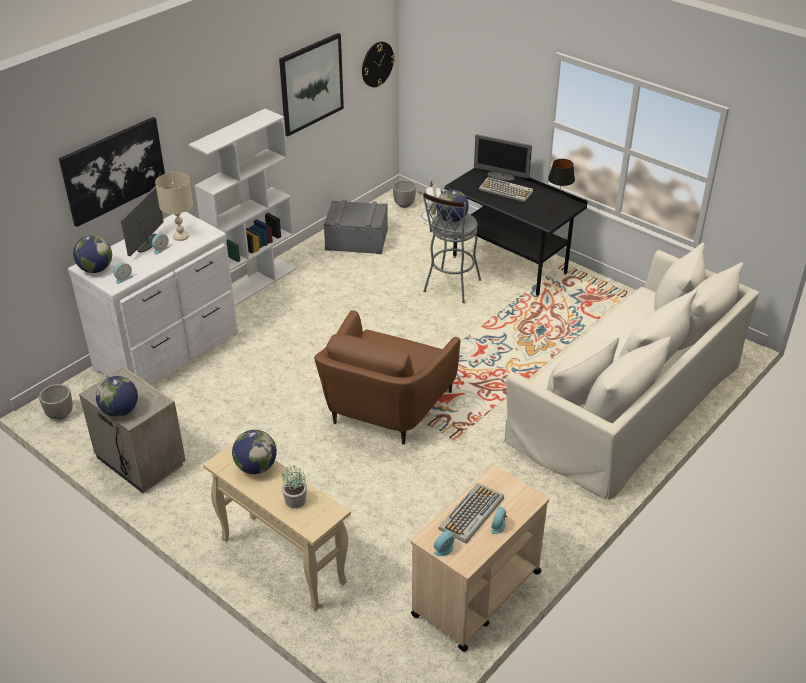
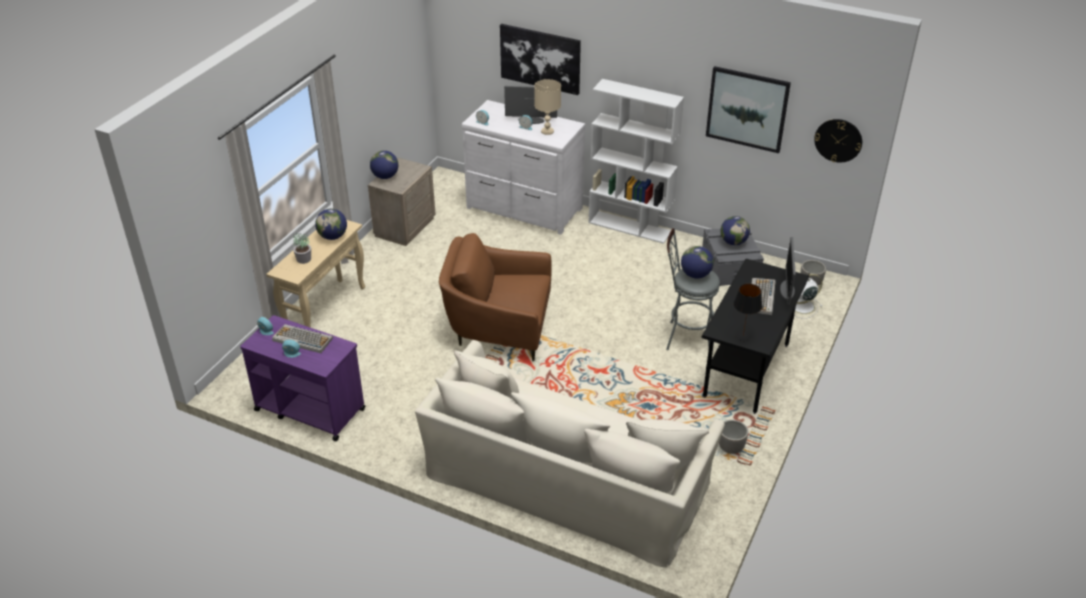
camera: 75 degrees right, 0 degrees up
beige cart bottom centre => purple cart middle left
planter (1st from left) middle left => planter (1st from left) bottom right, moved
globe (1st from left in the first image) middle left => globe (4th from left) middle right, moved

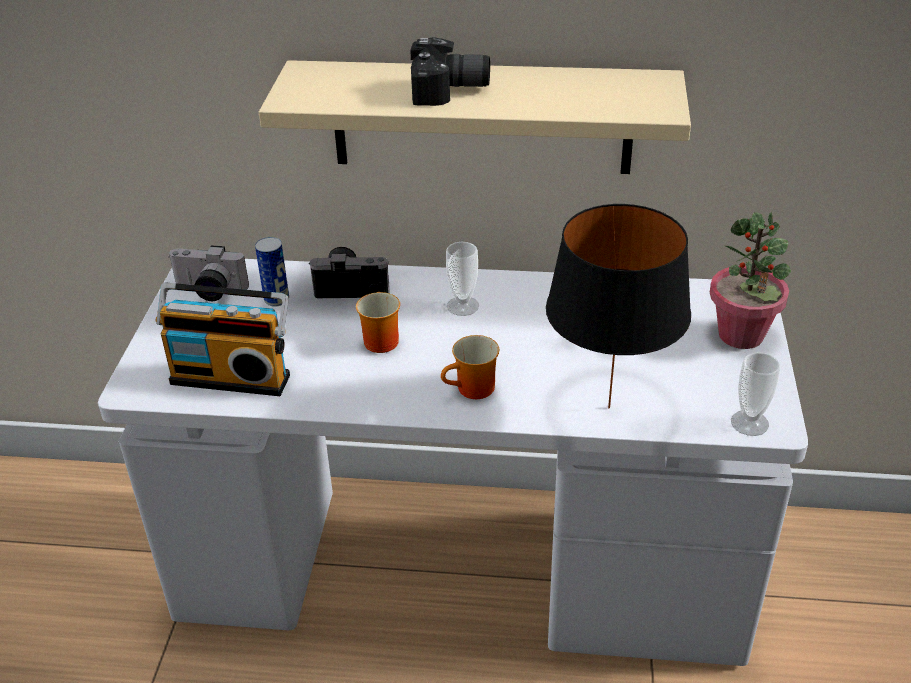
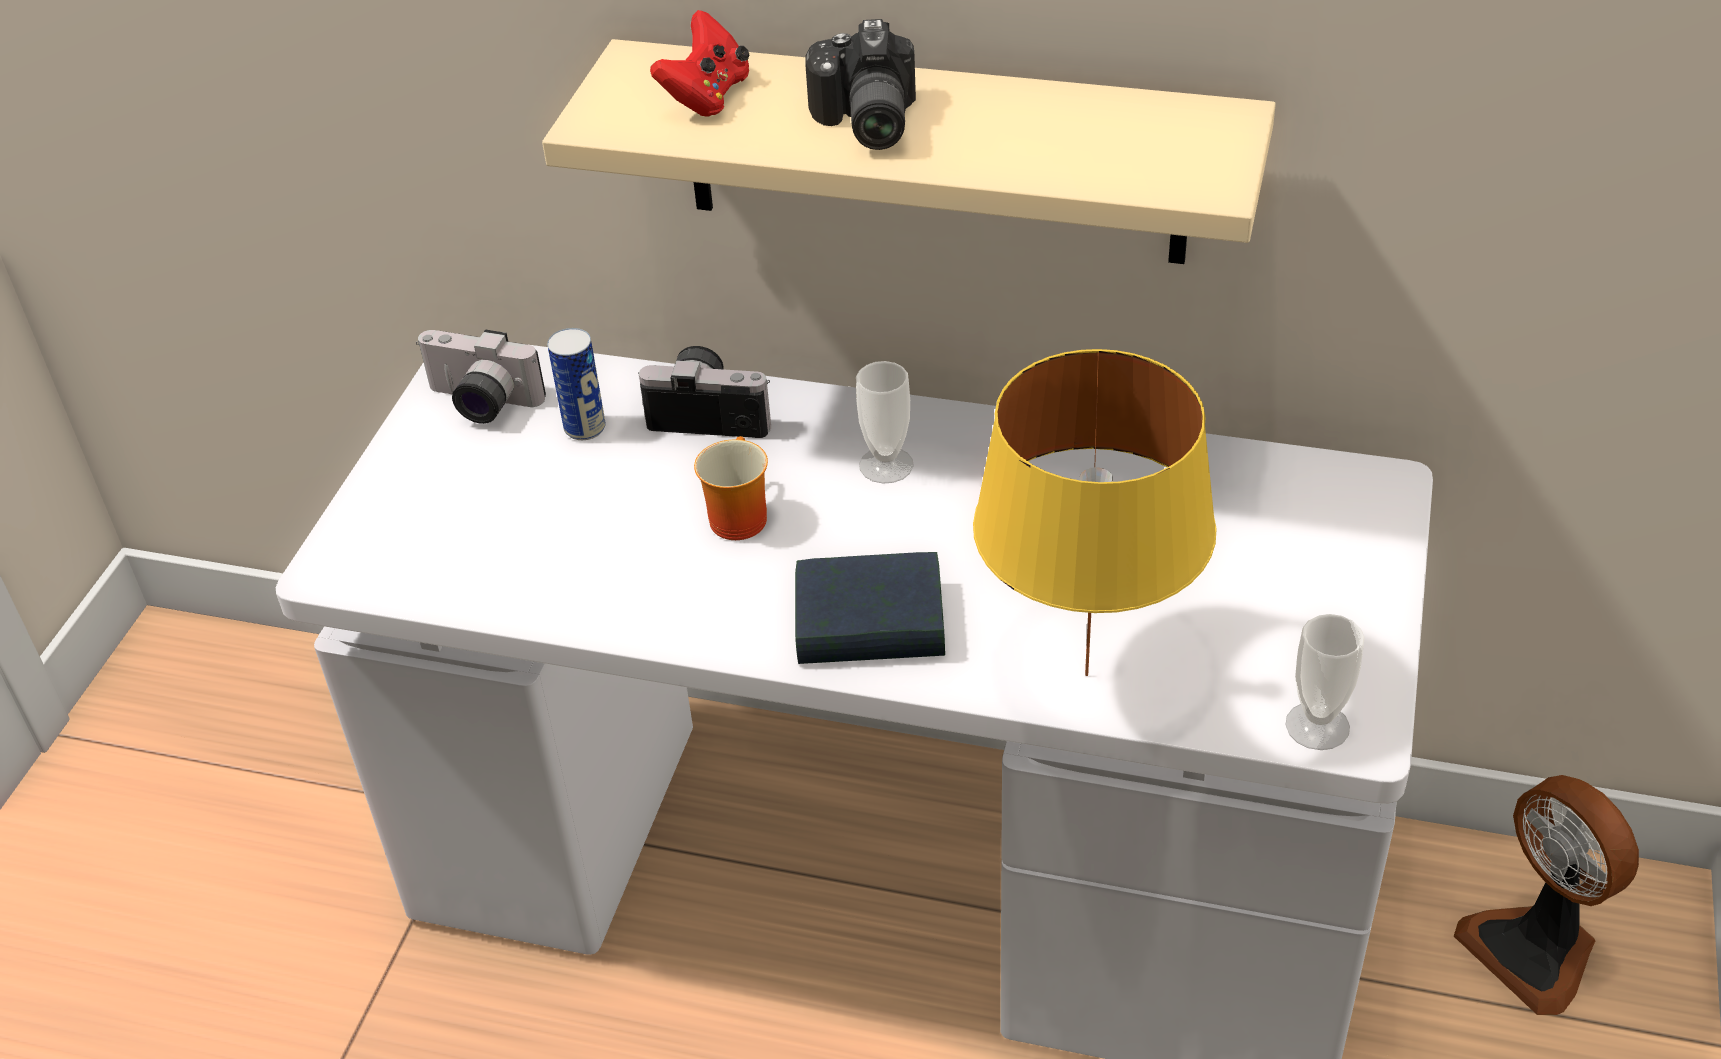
camera: 10 degrees right, 5 degrees up
nothing => red game controller top centre
mug (2nd from left) centre => book centre
photo camera (3rd from left) top centre, 75 degrees clockwise
black table lamp middle right => yellow table lamp centre
nothing => fan bottom right
radio middle left => nothing
potted plant middle right => nothing

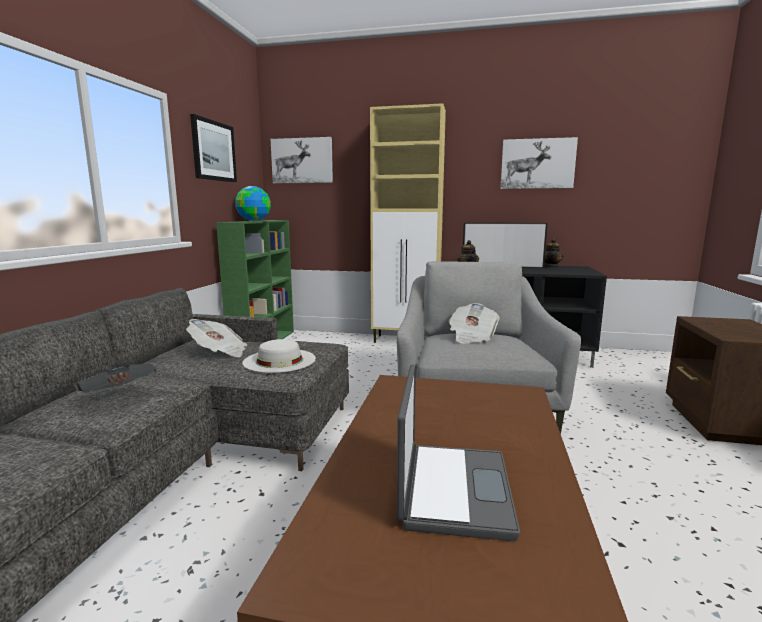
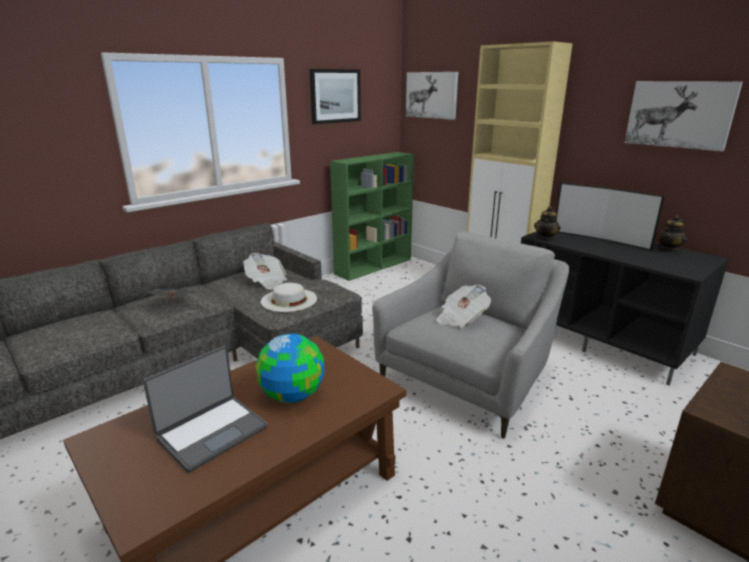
camera: 35 degrees right, 10 degrees up
globe top left => globe centre, moved

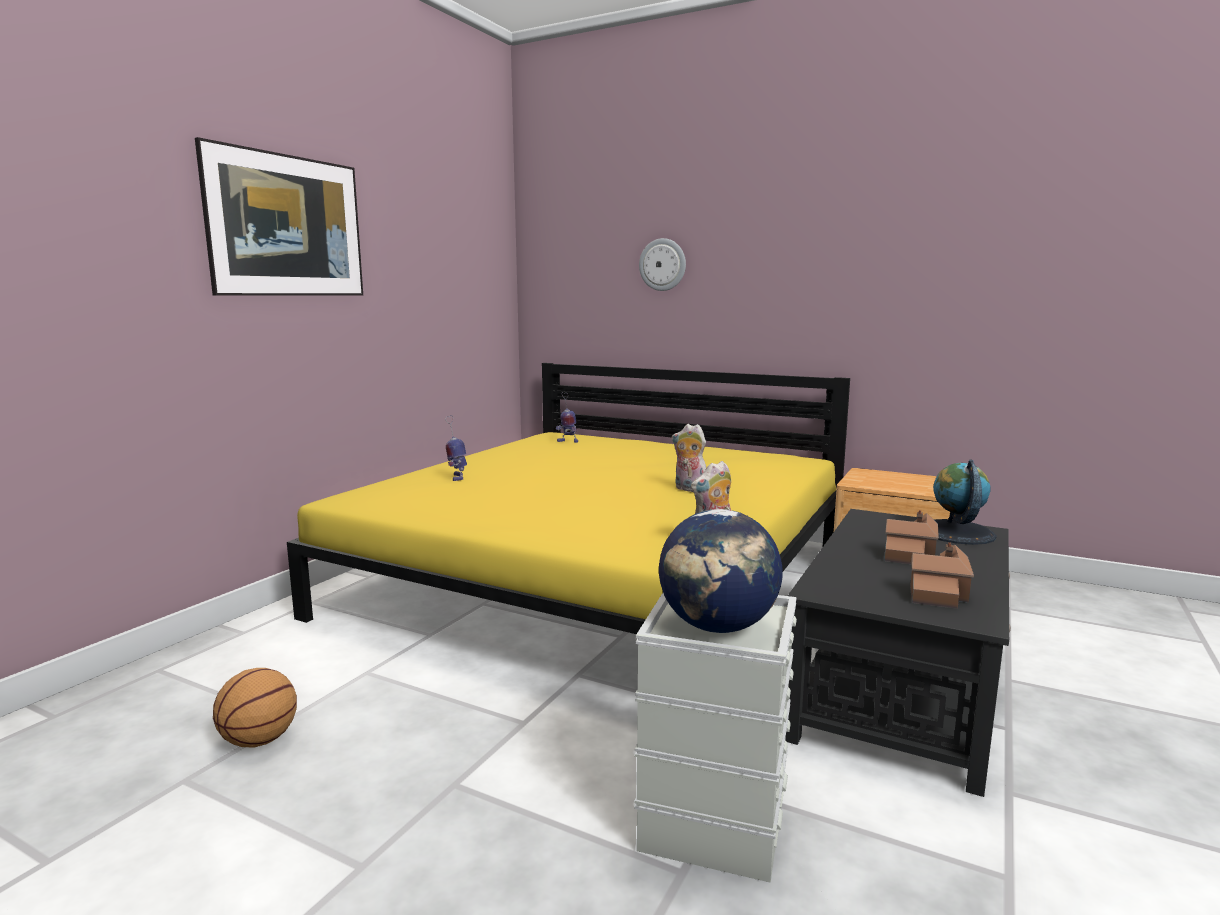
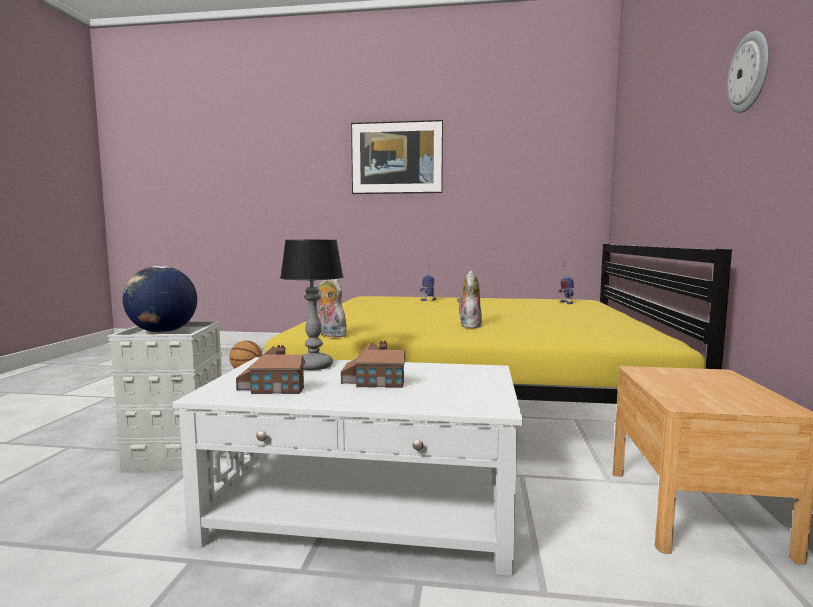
camera: 70 degrees right, 5 degrees down
black coffee table bottom right => white coffee table bottom centre
nothing => table lamp centre
wall clock top centre => wall clock top right, moved
globe (2nd from left) middle right => nothing

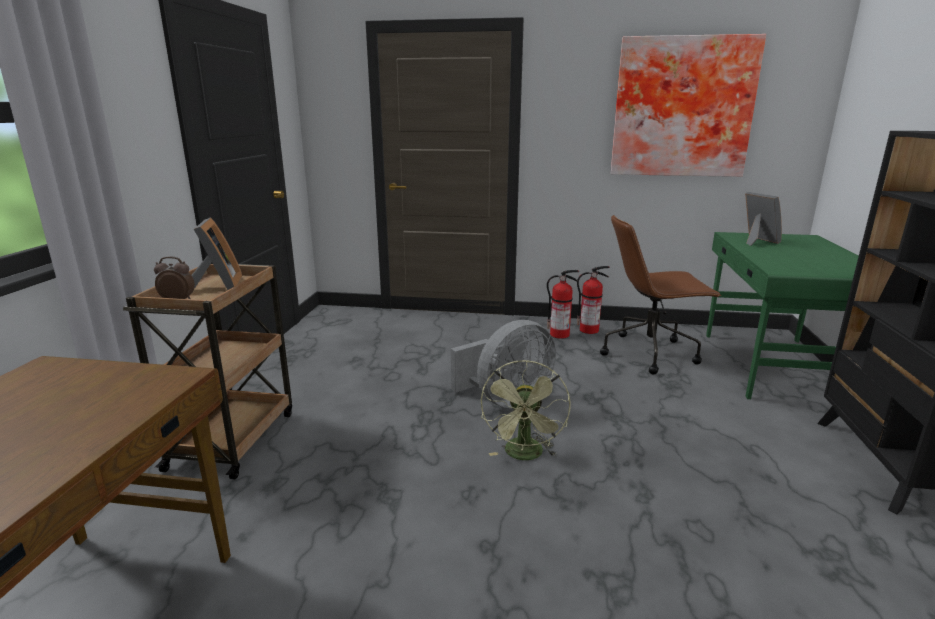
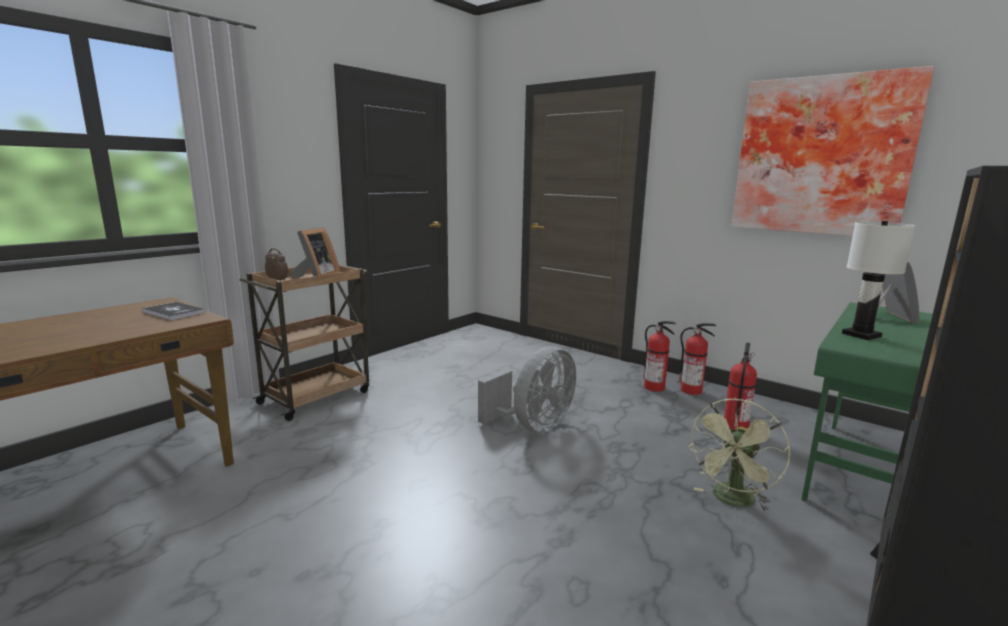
camera: 30 degrees right, 5 degrees down
nothing => book middle left
grey fan centre, 45 degrees counterclockwise
green fan centre => green fan bottom right, moved
brown office chair middle right => fire extinguisher (3rd from left) middle right
nothing => white table lamp middle right

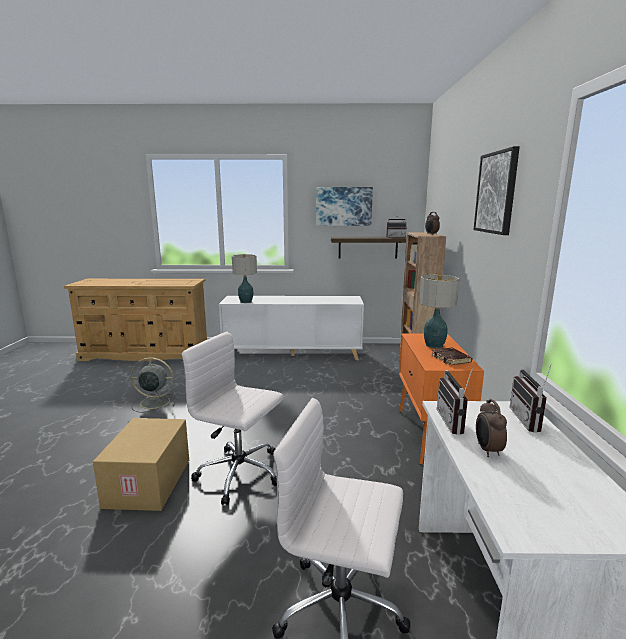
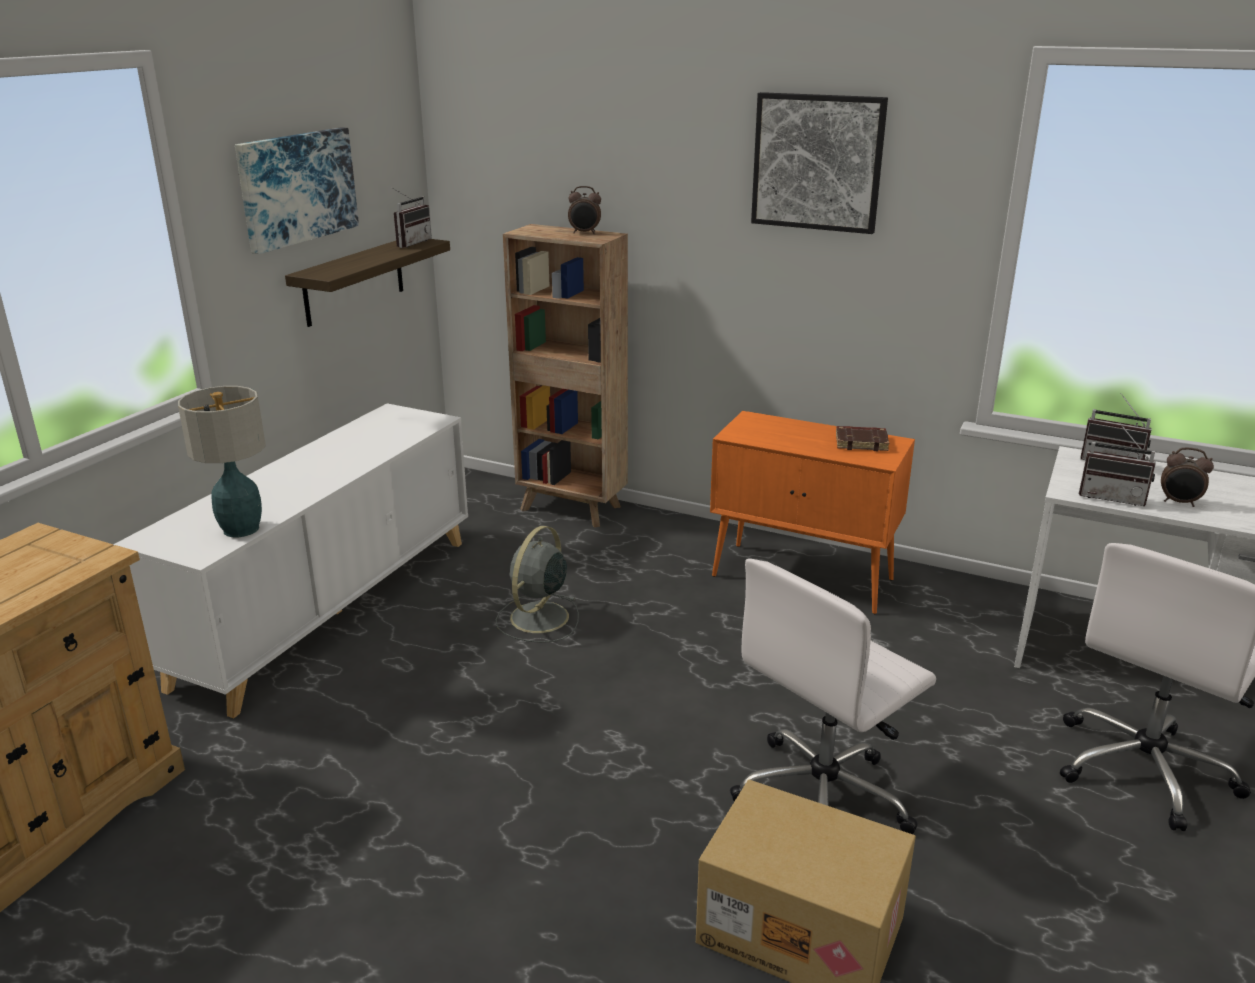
camera: 65 degrees left, 10 degrees up
grey fan middle left => grey fan centre, moved
table lamp (2nd from left) middle right => nothing

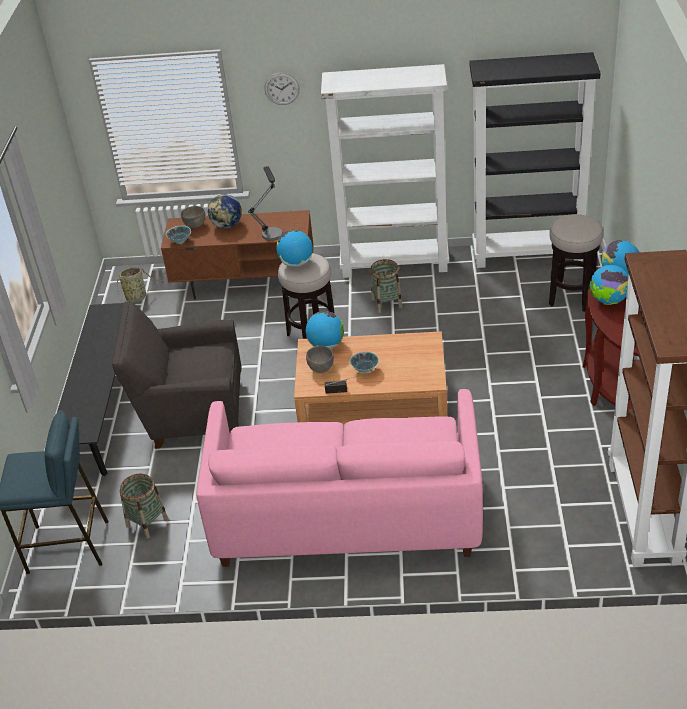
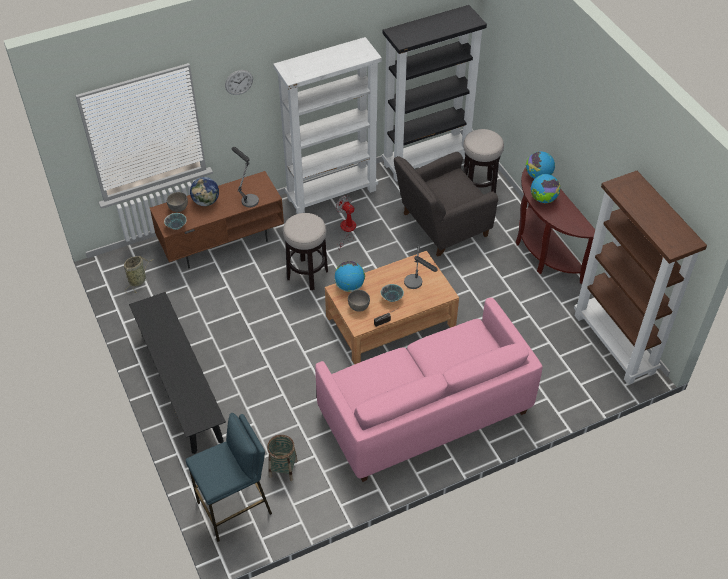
camera: 30 degrees left, 10 degrees up
basket (3rd from left) centre => fan centre
grey armchair middle left => grey armchair centre, moved
nothing => table lamp (2nd from left) centre
globe (2nd from left) centre => nothing

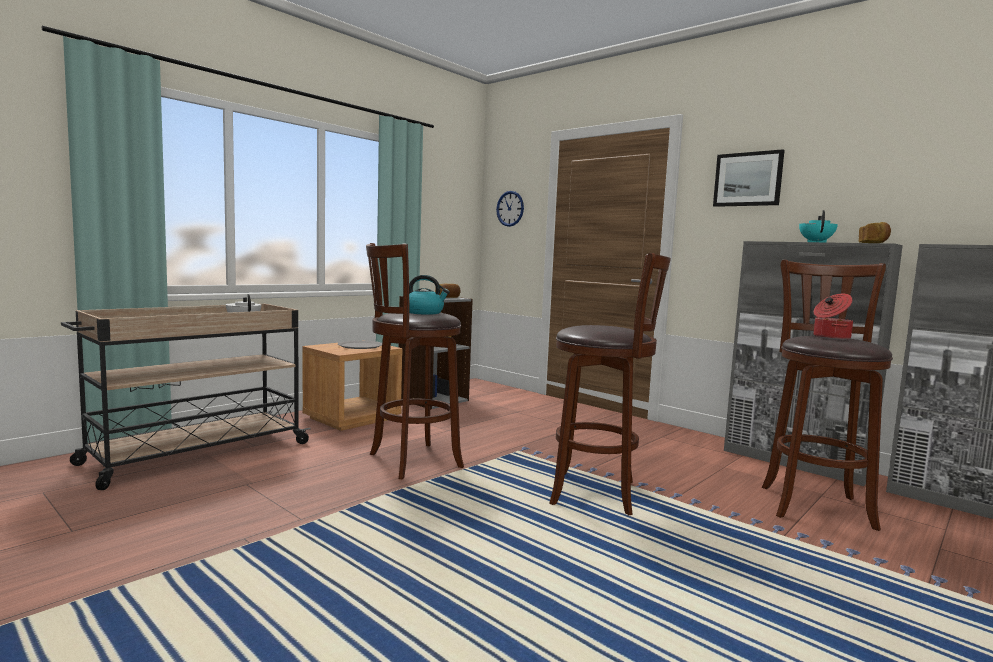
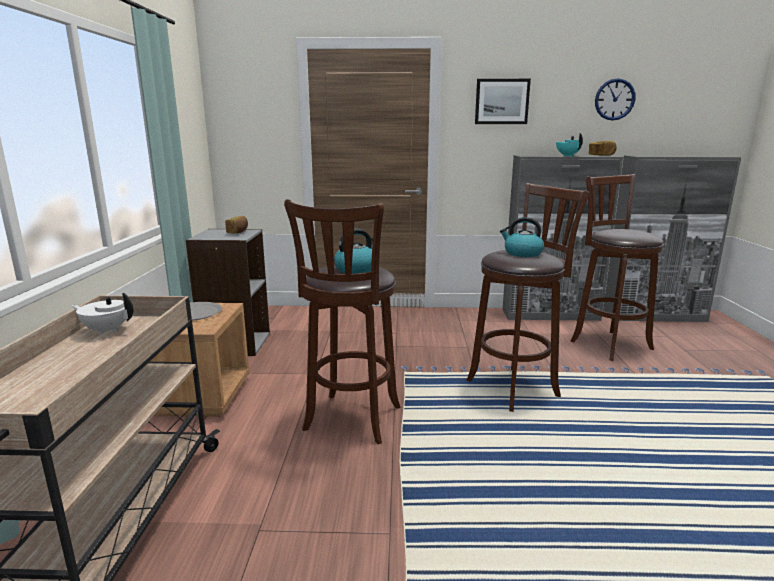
camera: 40 degrees left, 10 degrees up
nothing => kettle (2nd from left) middle right
wall clock top centre => wall clock top right, moved
cooking pot middle right => nothing

